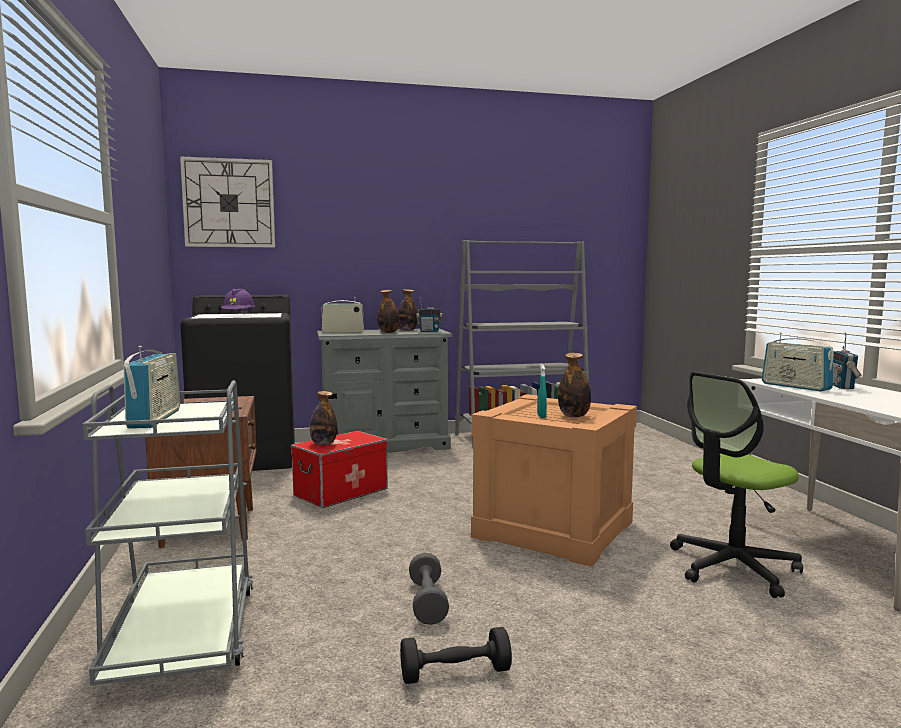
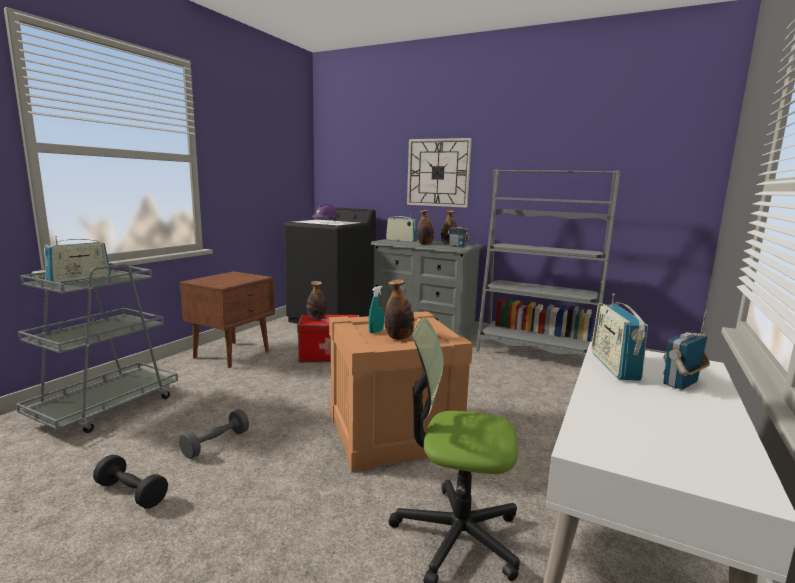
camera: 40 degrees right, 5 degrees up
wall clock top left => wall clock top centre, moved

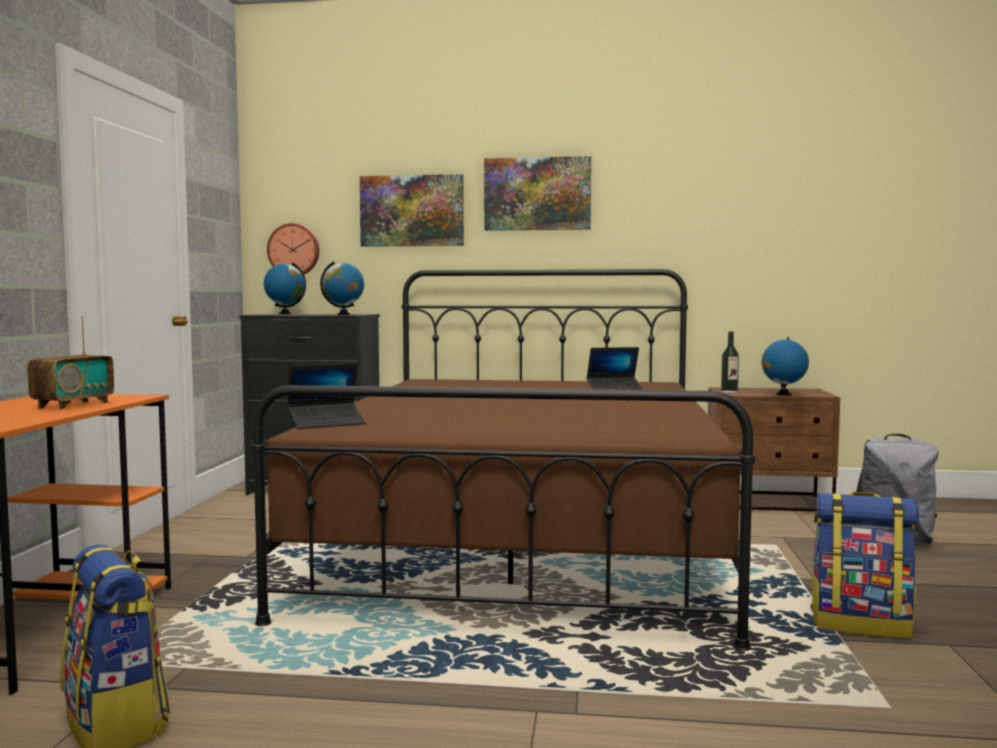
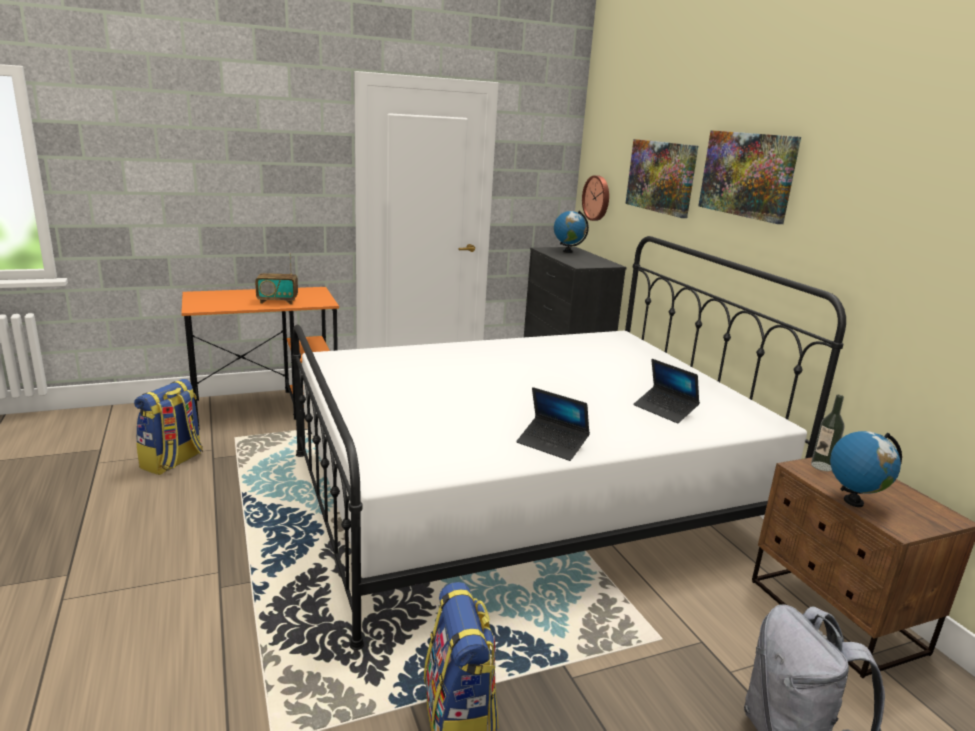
camera: 60 degrees right, 15 degrees up
brown bed centre => white bed centre
laptop (1st from left) middle left => laptop (1st from left) centre, moved
globe (2nd from left) centre => nothing

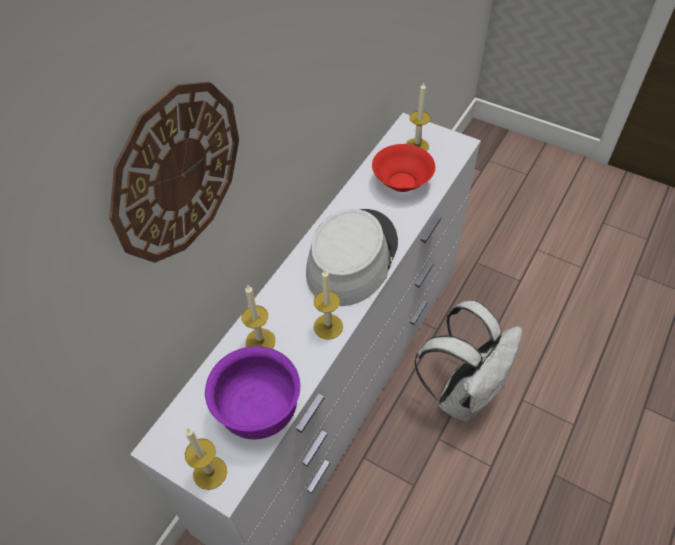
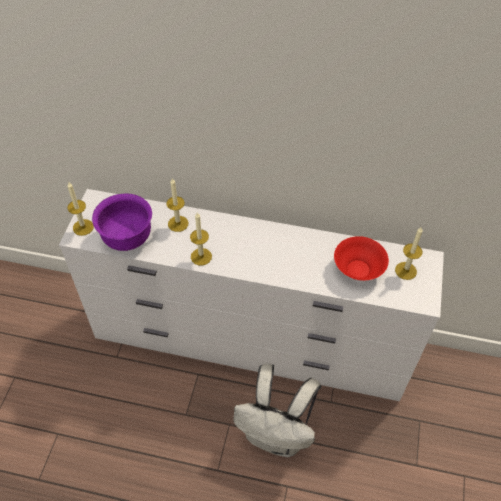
camera: 70 degrees right, 0 degrees up
wall clock top left => nothing
grey hat centre => nothing

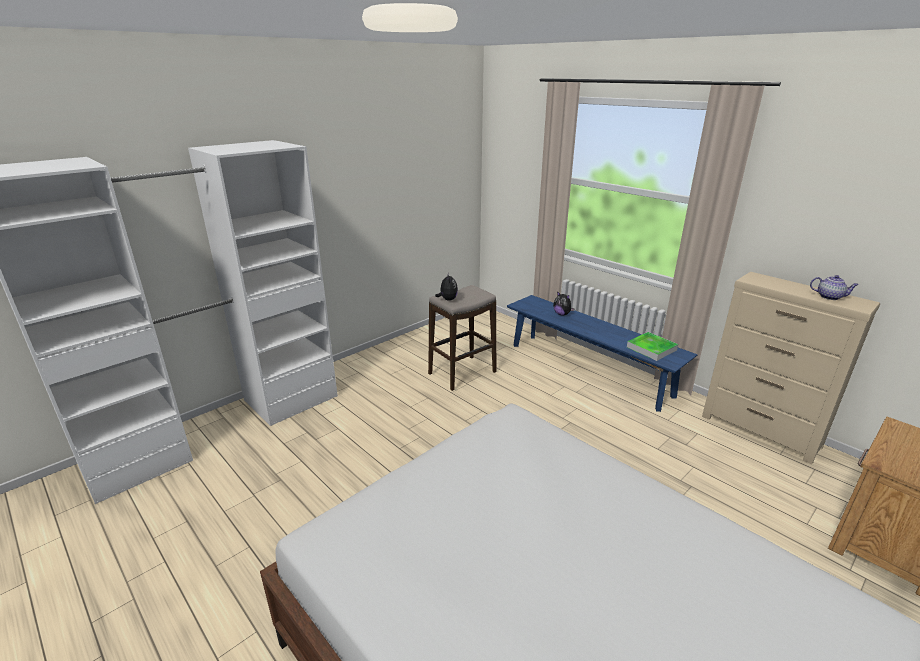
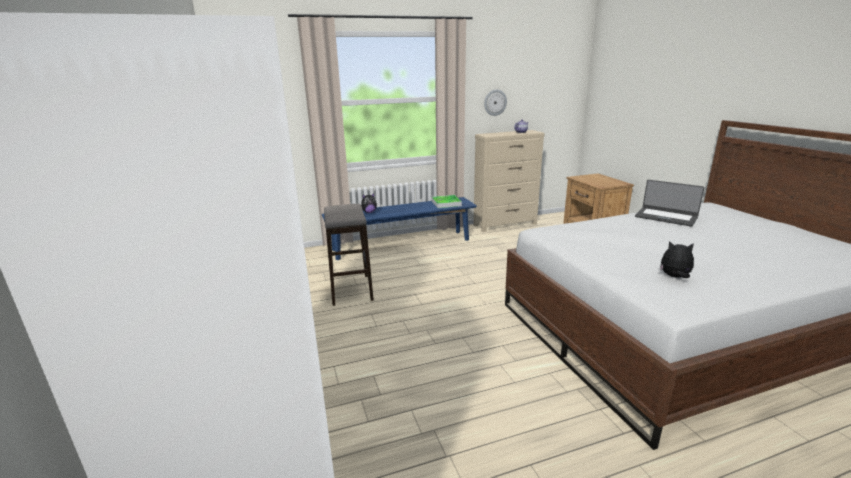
camera: 65 degrees left, 5 degrees down
nothing => wall clock top centre
nothing => laptop middle right
plush toy (1st from left in the first image) centre => plush toy (2nd from left) middle right, moved

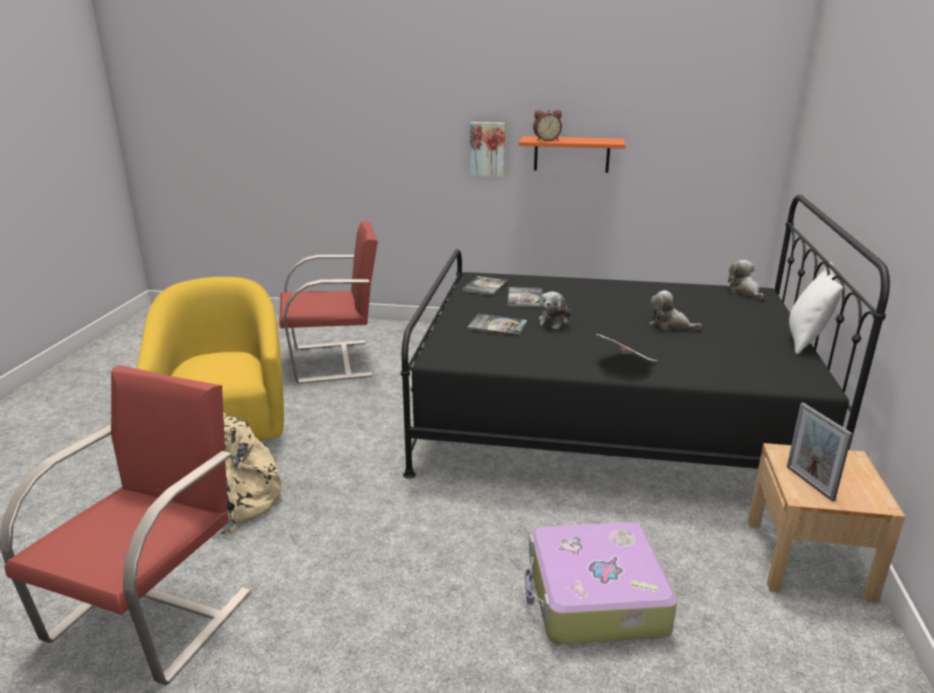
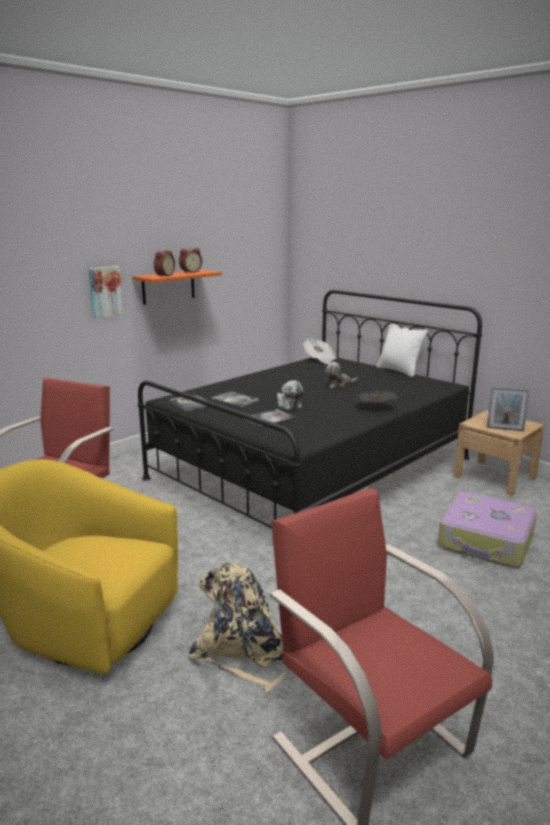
camera: 55 degrees left, 5 degrees down
nothing => alarm clock (2nd from left) top centre
plush toy (3rd from left) middle right => newspaper (1st from left) centre

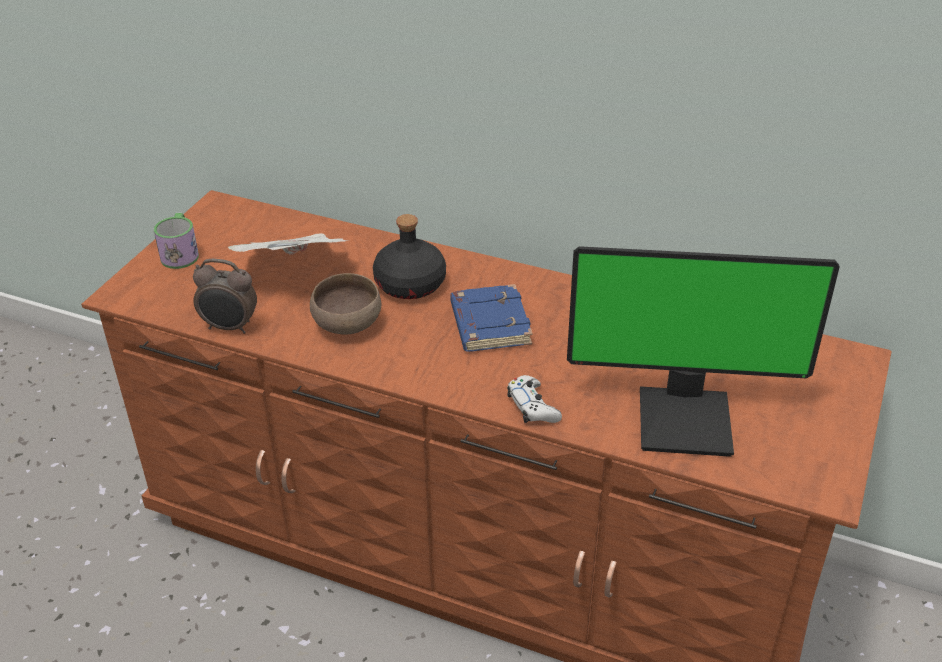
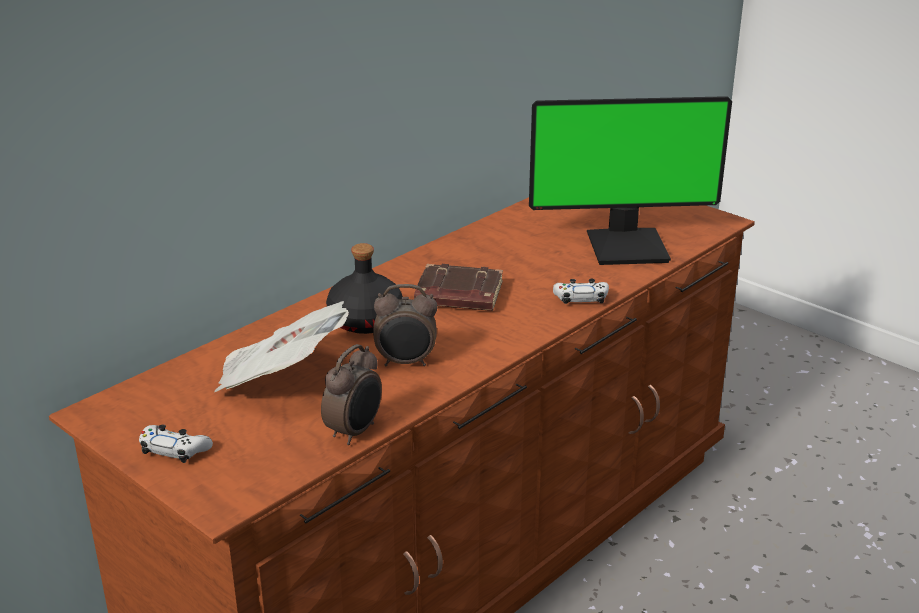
camera: 70 degrees left, 10 degrees down
mug middle left => white game controller (1st from left) bottom left
brown bowl centre => alarm clock (2nd from left) centre
blue book centre => brown book centre
monitor middle right => monitor top right, 60 degrees clockwise

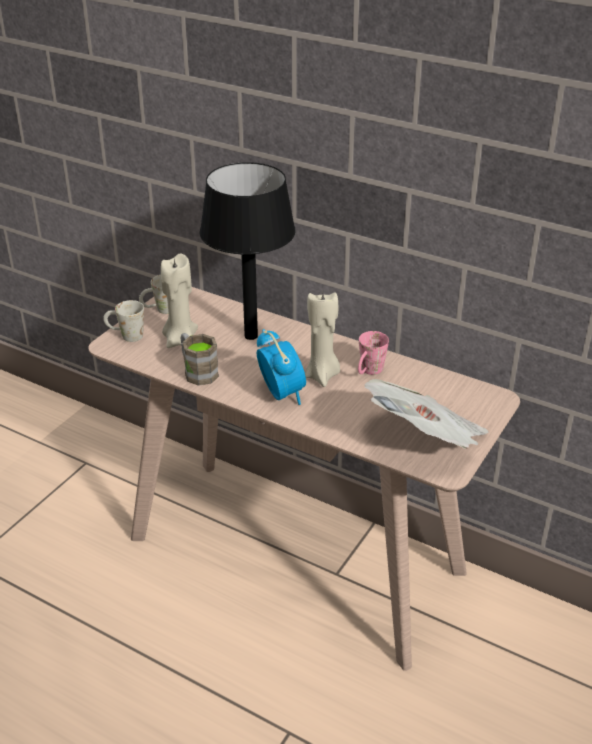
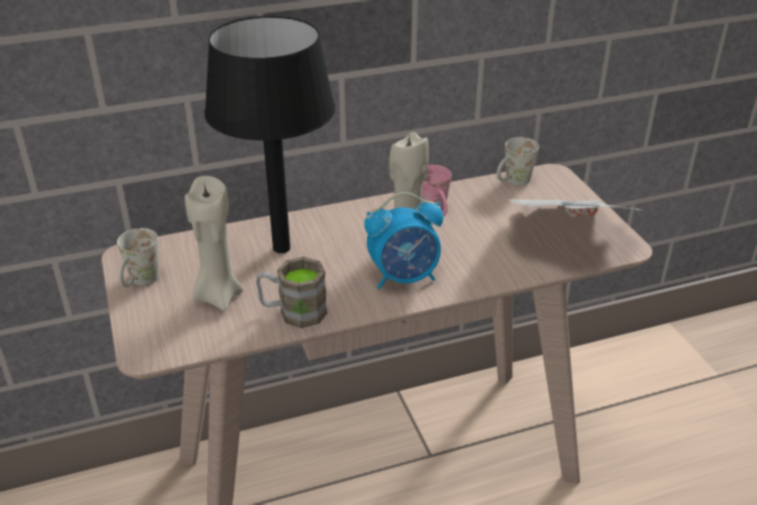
camera: 50 degrees left, 0 degrees up
alarm clock centre, 150 degrees clockwise
white mug (1st from left in the first image) middle left => white mug (2nd from left) top right, moved

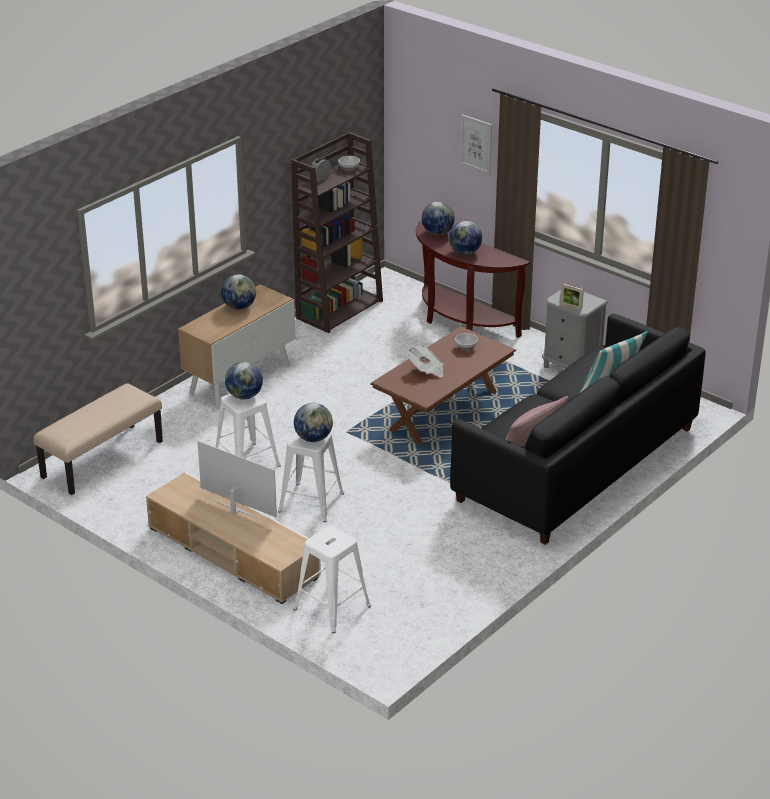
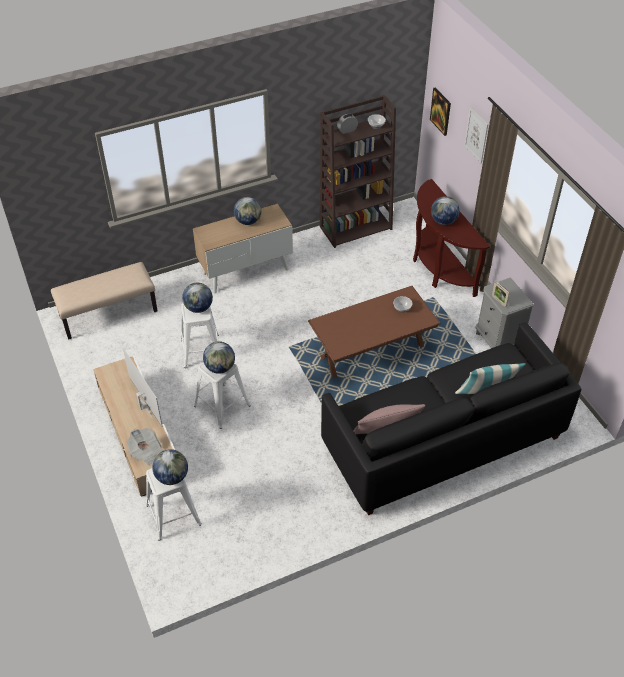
camera: 25 degrees right, 15 degrees up
newspaper centre => newspaper middle left, moved
globe (4th from left in the first image) top centre => globe (1st from left) bottom left, moved
nothing => picture (1st from left) top right

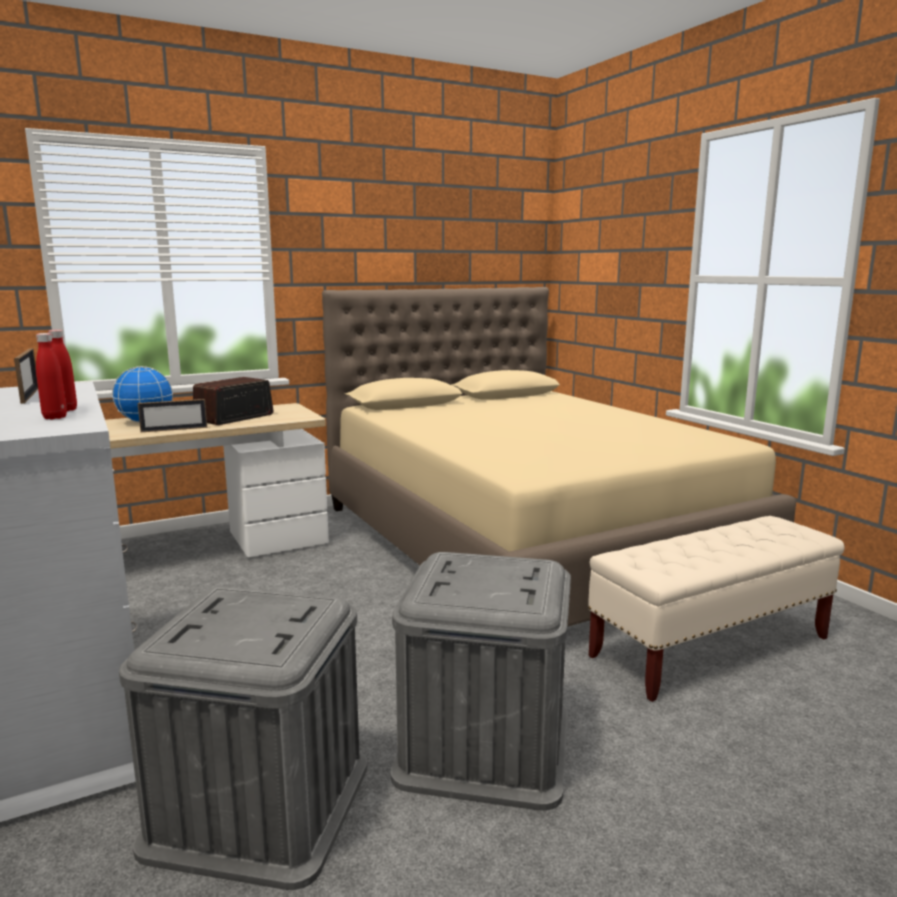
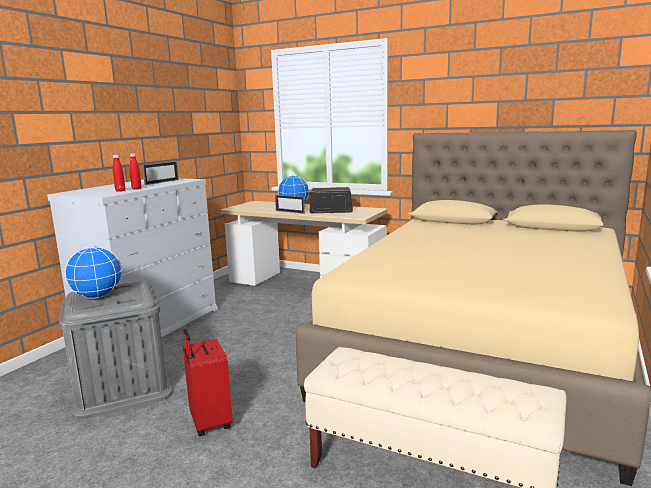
camera: 55 degrees right, 0 degrees up
nothing => globe (1st from left) middle left
grey storage box (2nd from left) bottom centre => red suitcase bottom left

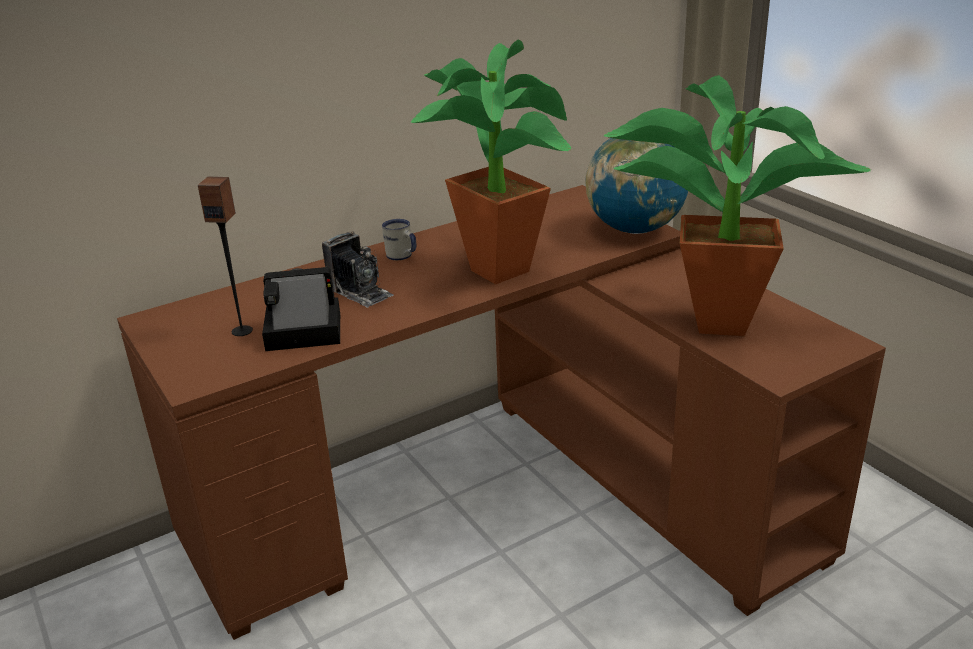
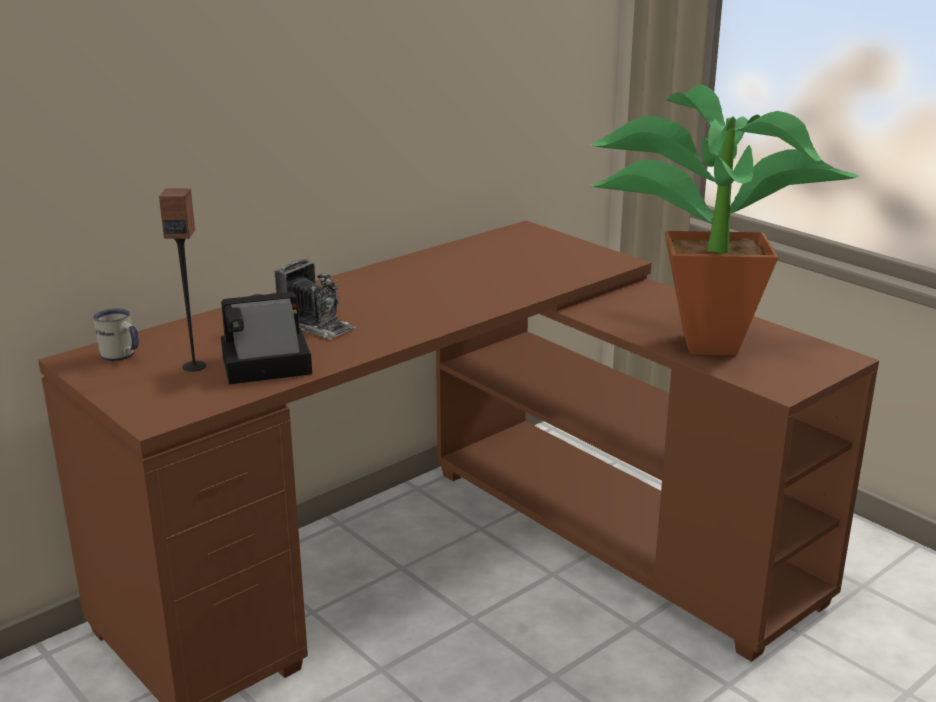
camera: 10 degrees left, 5 degrees down
white mug centre => white mug middle left, moved
potted plant (1st from left) top centre => nothing
globe top centre => nothing

